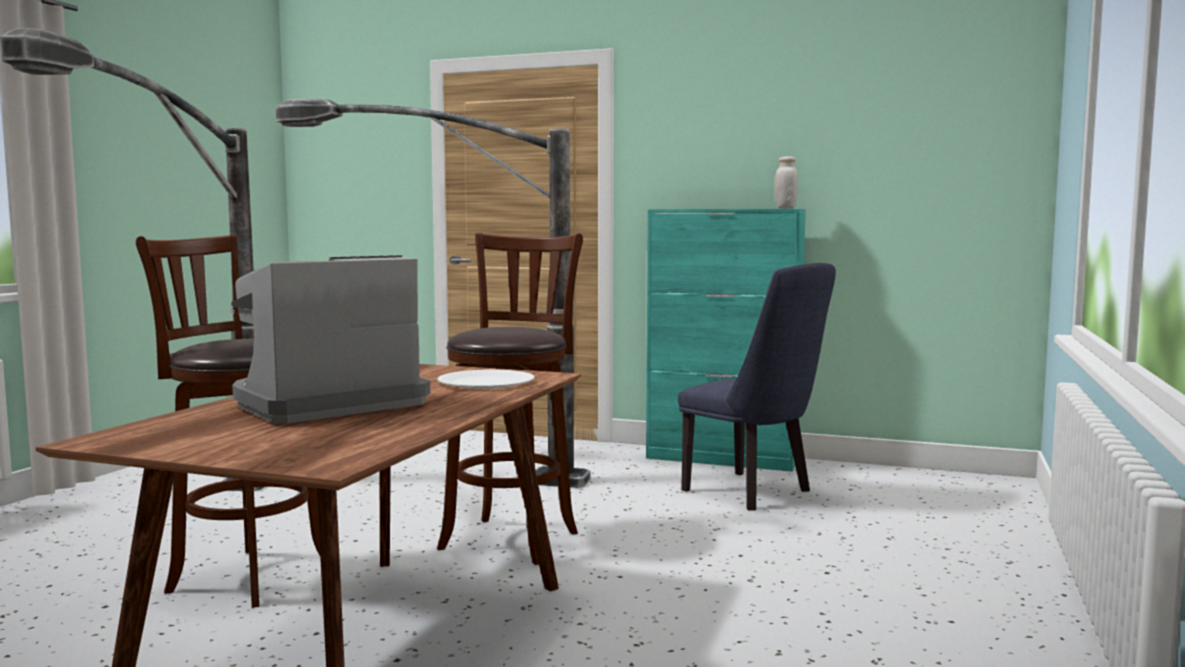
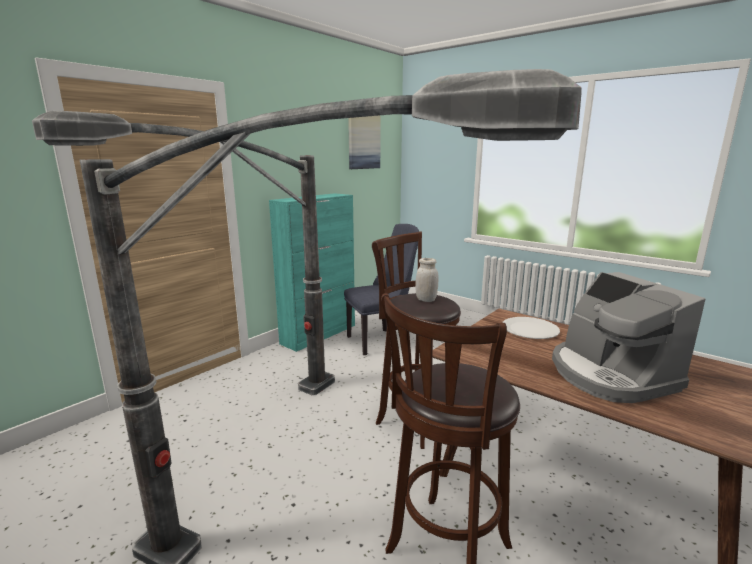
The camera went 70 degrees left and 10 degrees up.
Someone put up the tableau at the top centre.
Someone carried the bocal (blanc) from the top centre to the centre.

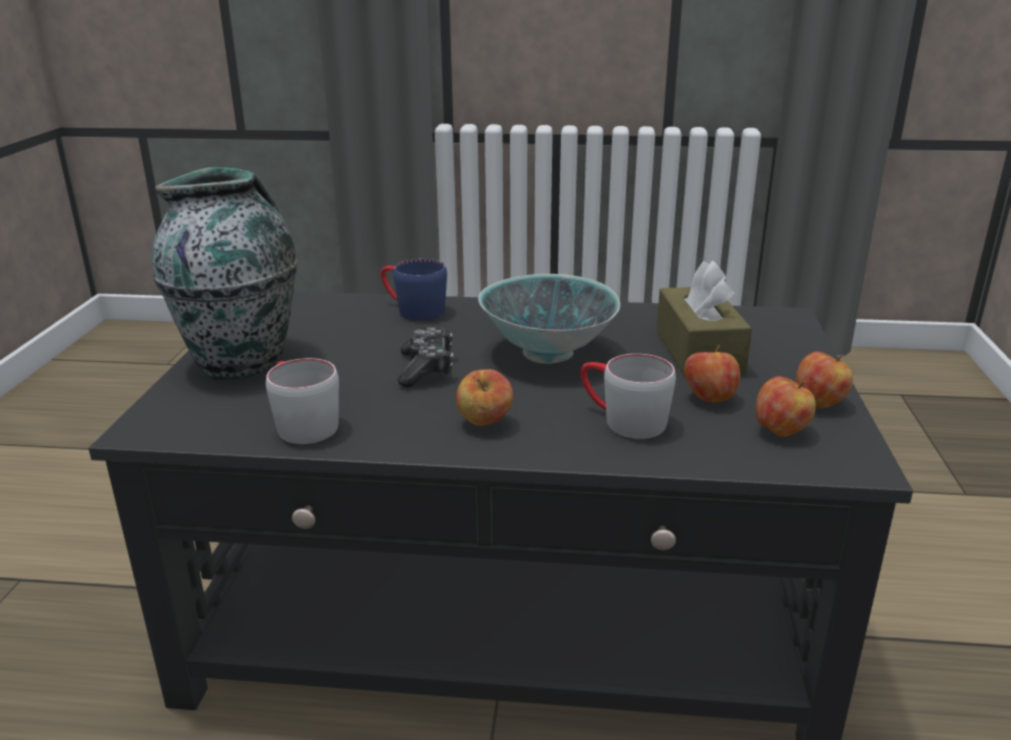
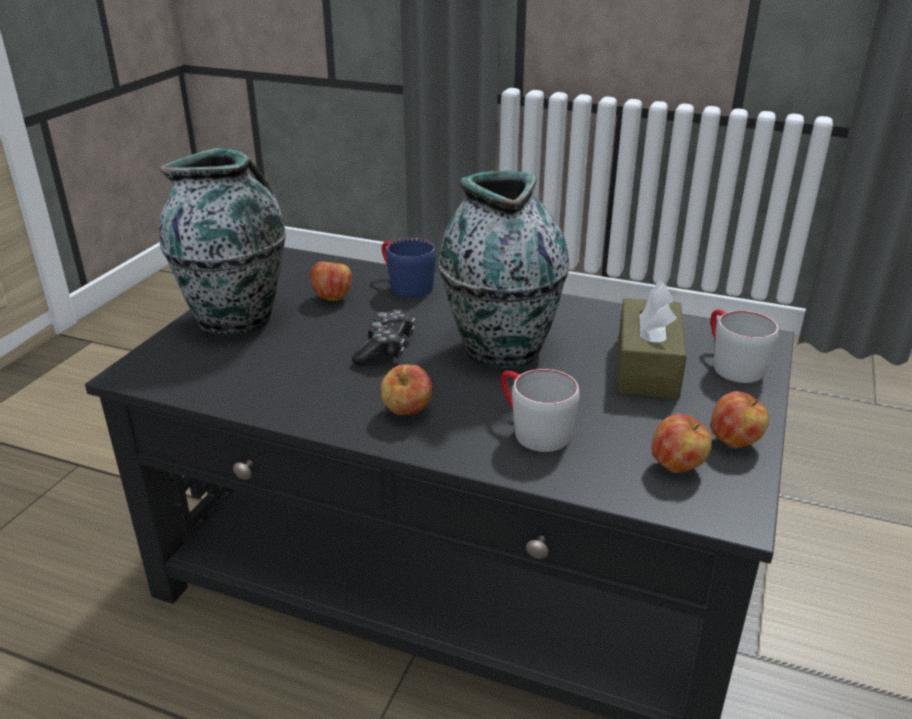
The camera went 15 degrees right and 5 degrees up.
Someone carried the mug (gris) (no. 1 from left in the first image) from the middle left to the middle right.
Someone carried the pomme (no. 2 from left in the first image) from the middle right to the centre.
Someone swapped the bol at the centre for the vase (no. 2 from left) at the centre.

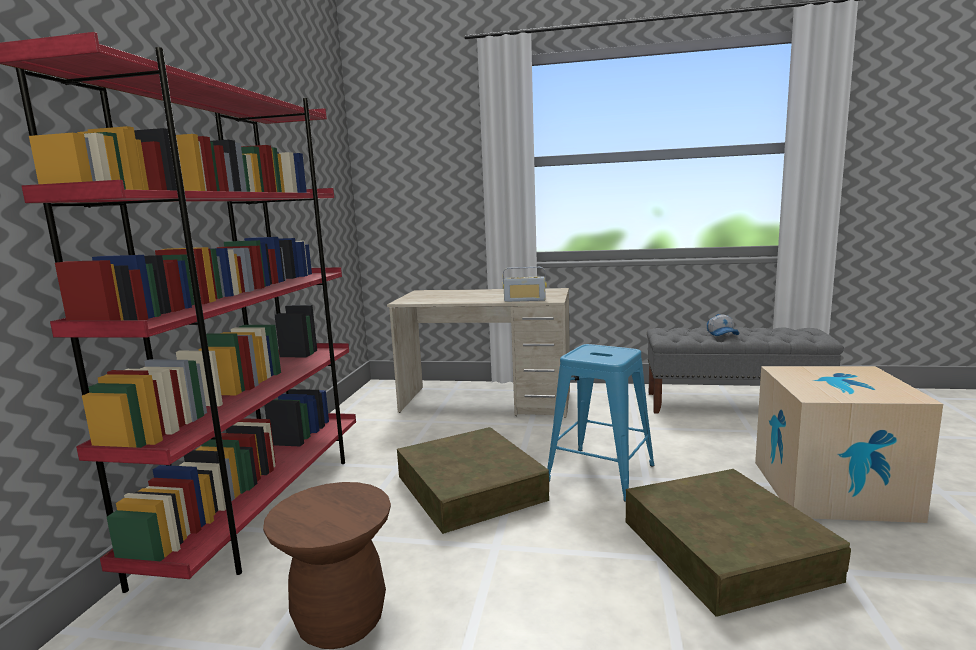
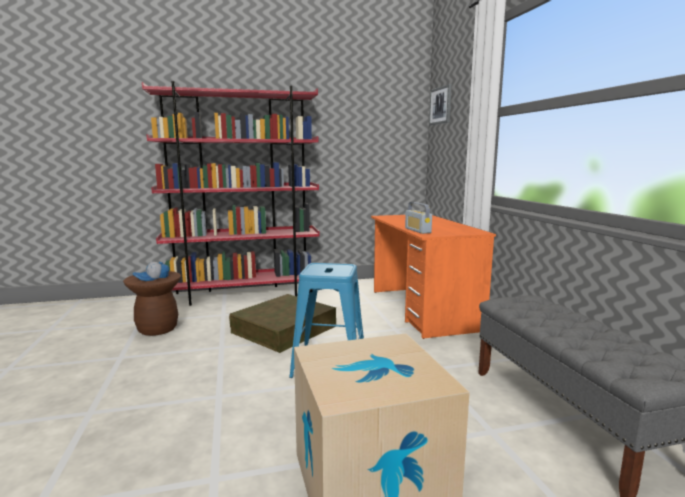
The camera went 65 degrees right and 0 degrees up.
Someone took away the boîte de rangement (marron) (no. 2 from left) at the bottom right.
Someone put up the tableau at the top centre.
Someone carried the casquette from the middle right to the middle left.
Someone repainted the bureau (beige) at the centre, which became the bureau (orange) at the centre.

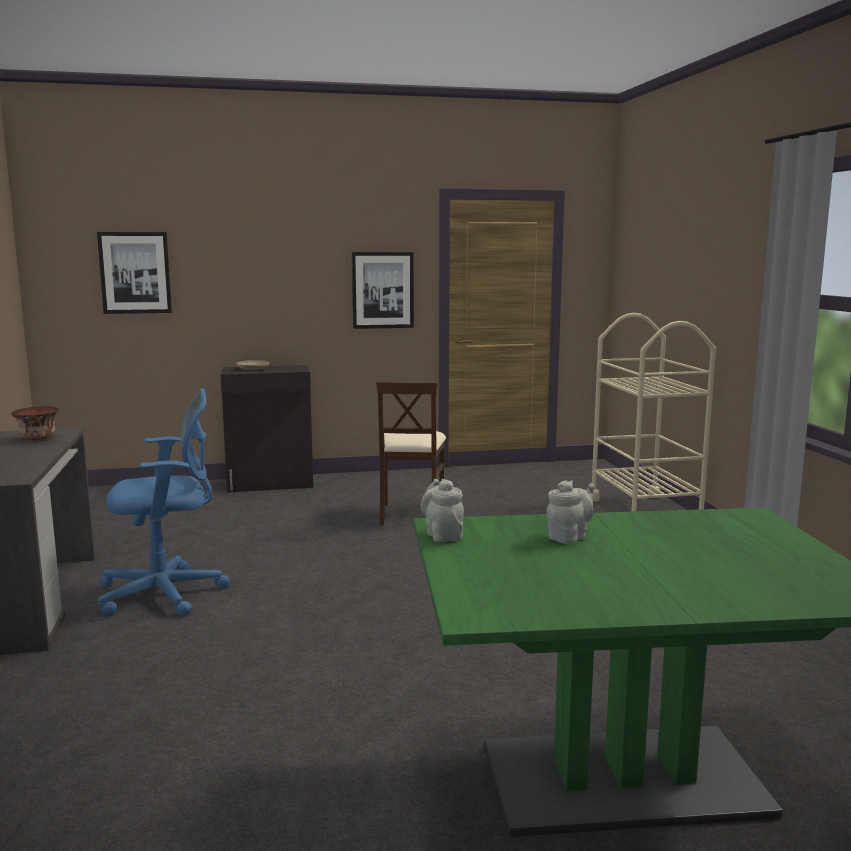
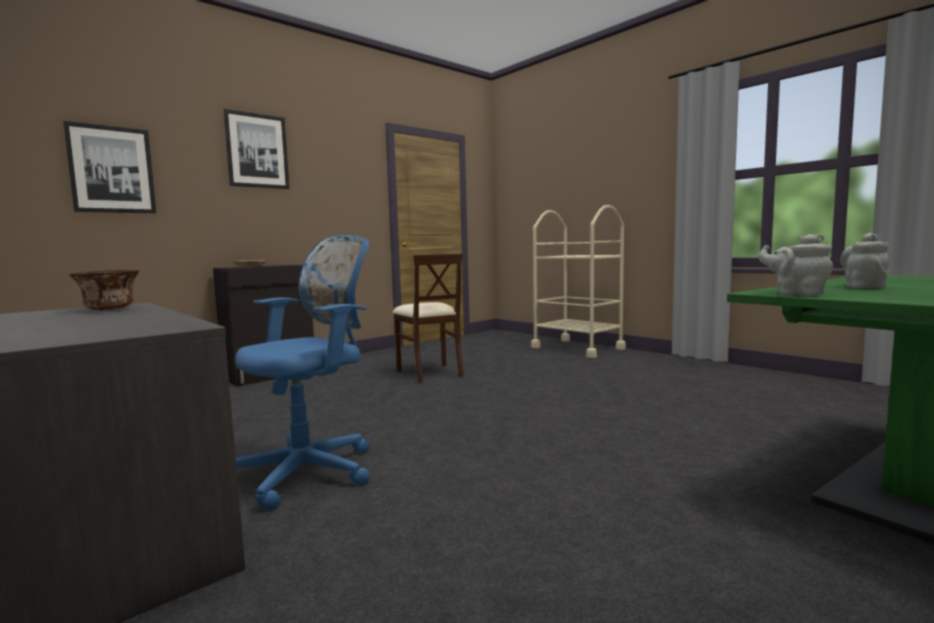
The camera went 30 degrees left and 5 degrees down.
Someone carried the tableau (no. 2 from left) from the centre to the top left.

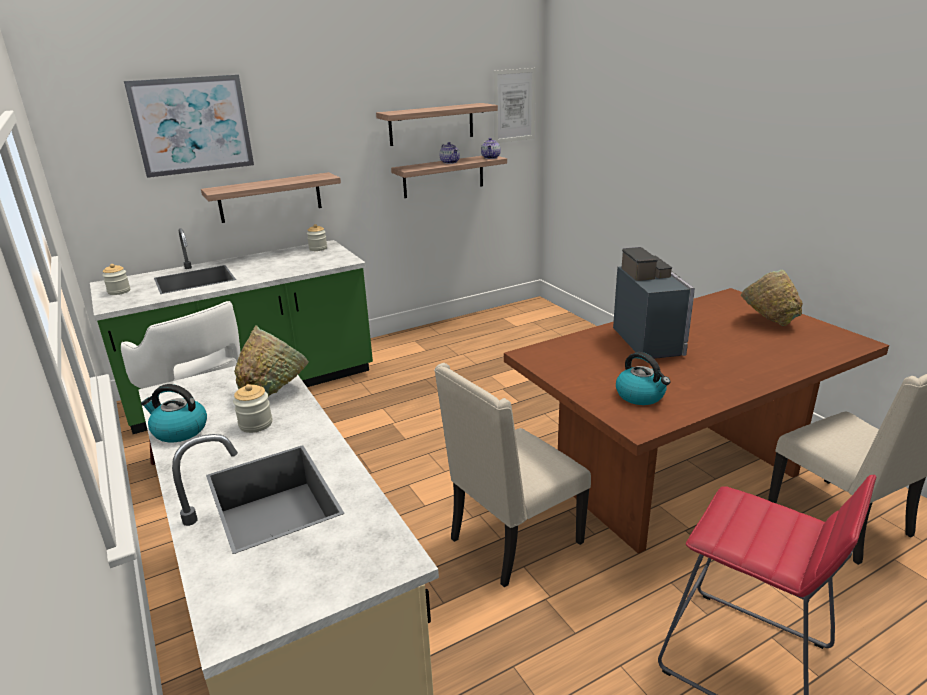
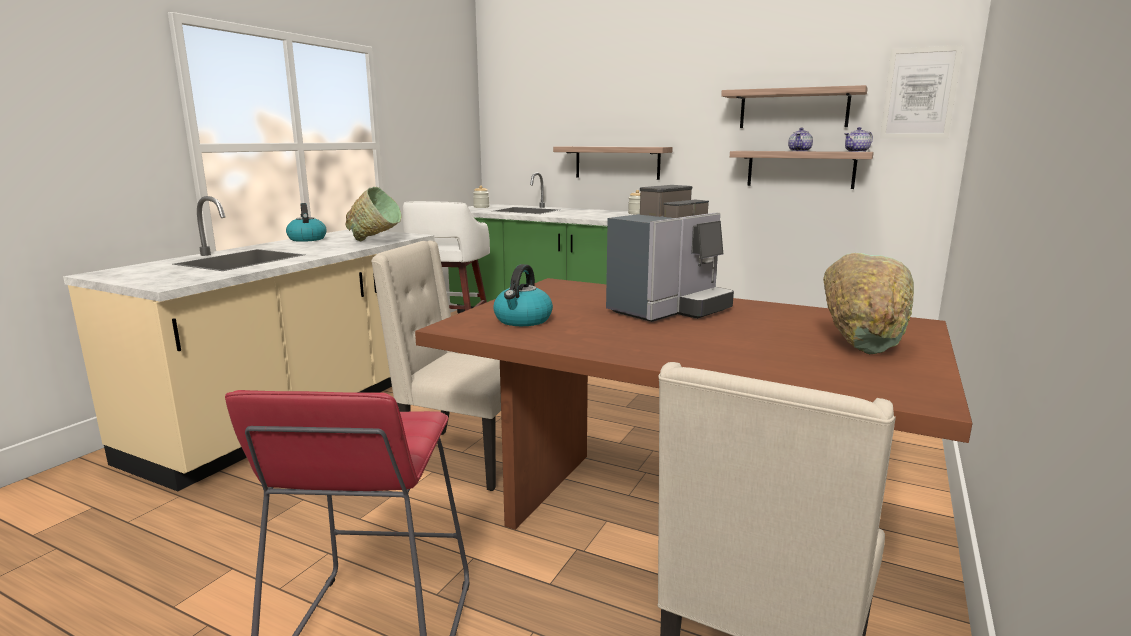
The camera went 55 degrees right and 10 degrees down.
Someone took away the tableau (no. 1 from left) at the top left.
Someone took away the bocal (no. 2 from left) at the middle left.

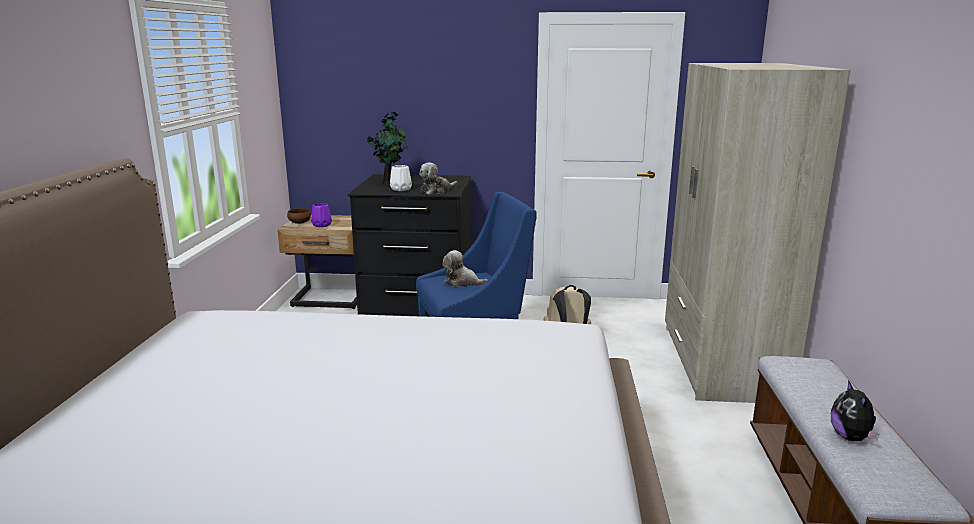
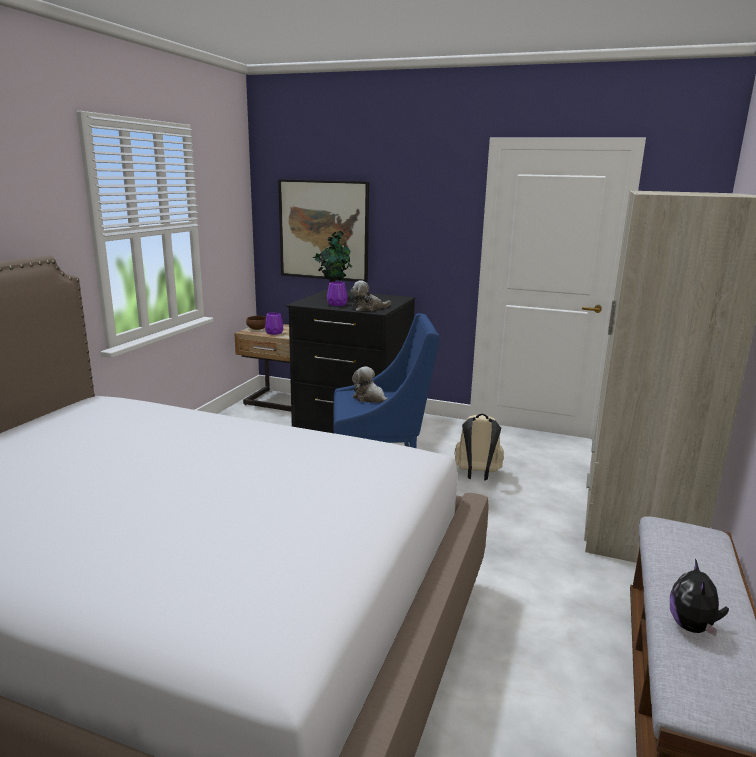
The camera went 15 degrees right and 0 degrees up.
Someone put up the tableau at the top centre.
Someone repainted the vase (blanc) at the centre, which became the vase (violet) (no. 2 from left) at the centre.

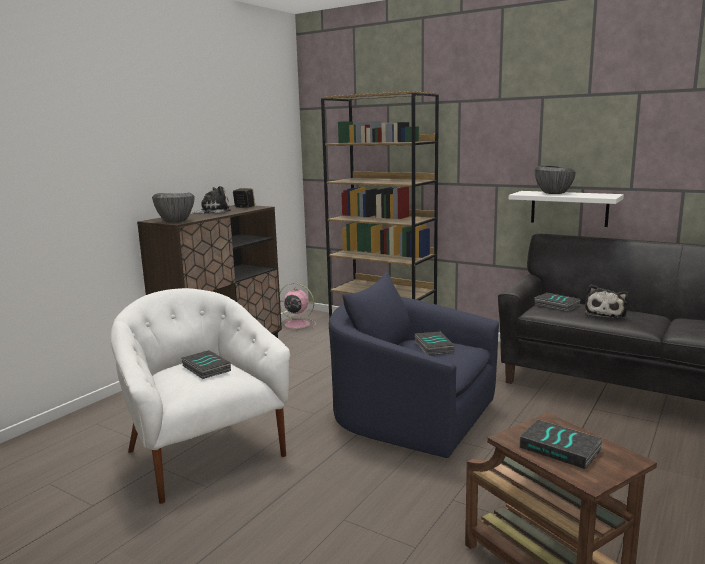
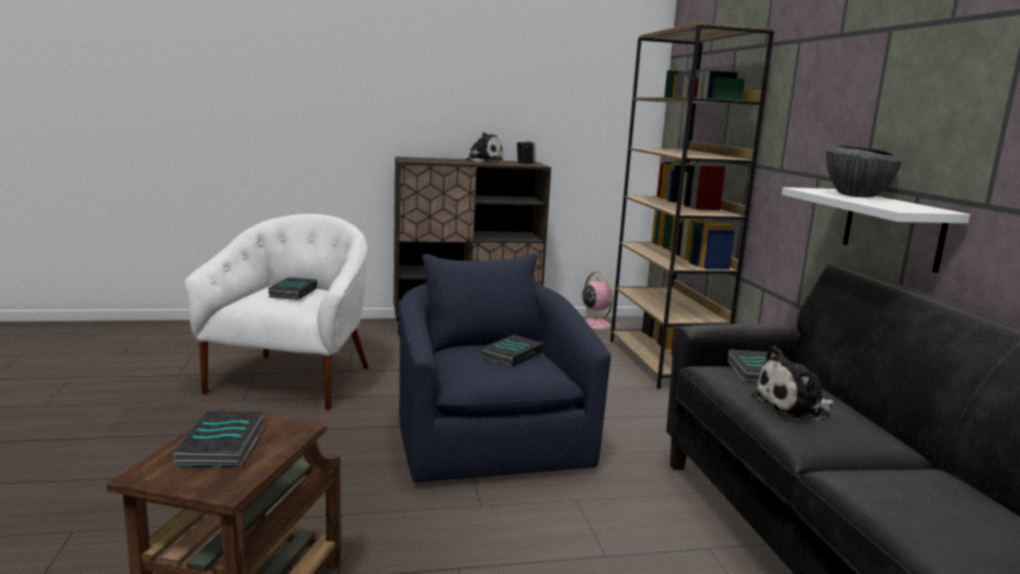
The camera went 45 degrees right and 0 degrees up.
Someone took away the bol (no. 1 from left) at the middle left.

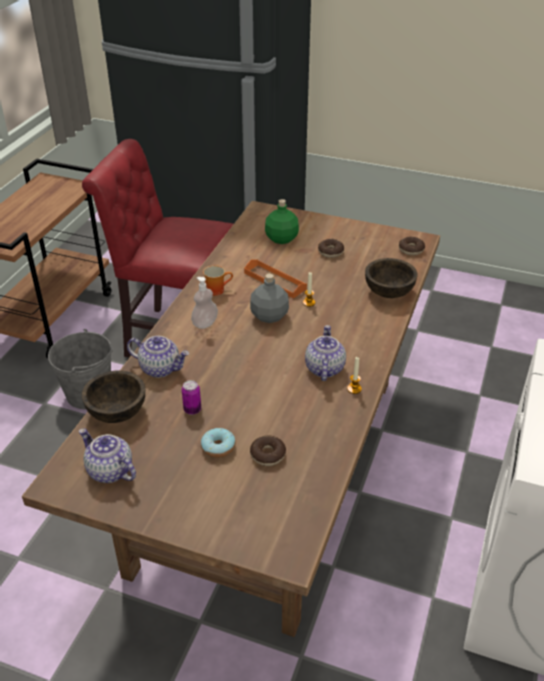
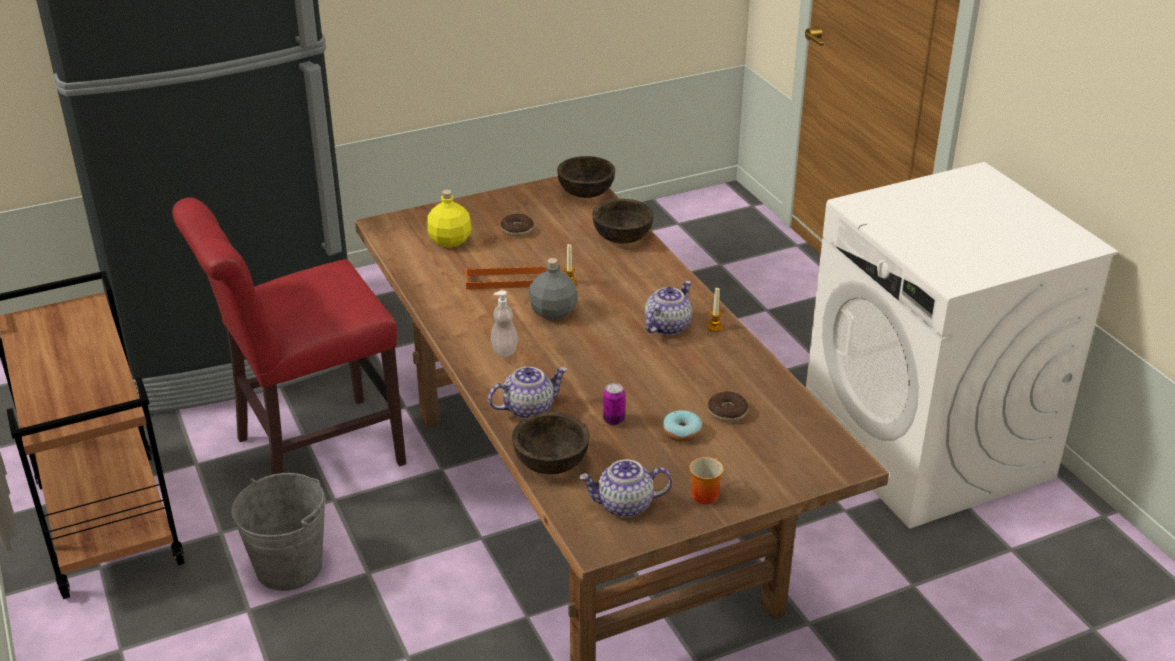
The camera went 45 degrees left and 5 degrees down.
Someone carried the mug from the centre to the bottom centre.
Someone swapped the beignet (no. 4 from left) at the middle right for the bol (marron) (no. 2 from left) at the top centre.
Someone repainted the bouteille (vert) at the top centre, which became the bouteille (jaune) at the top centre.
Someone rotated the théière (no. 3 from left) at the centre by 75 degrees clockwise.

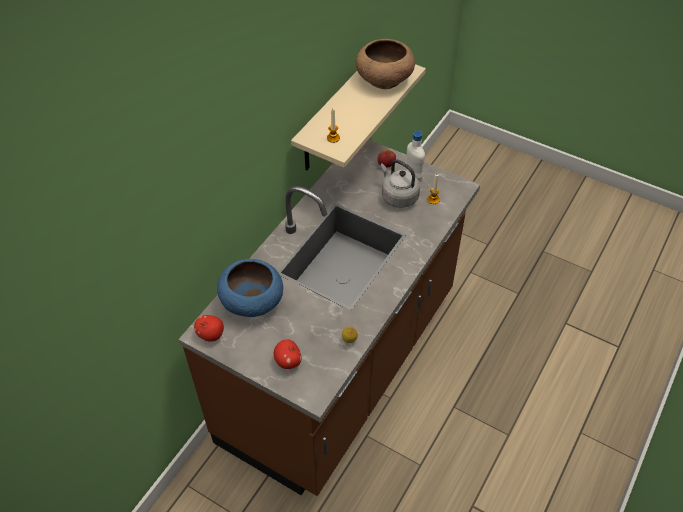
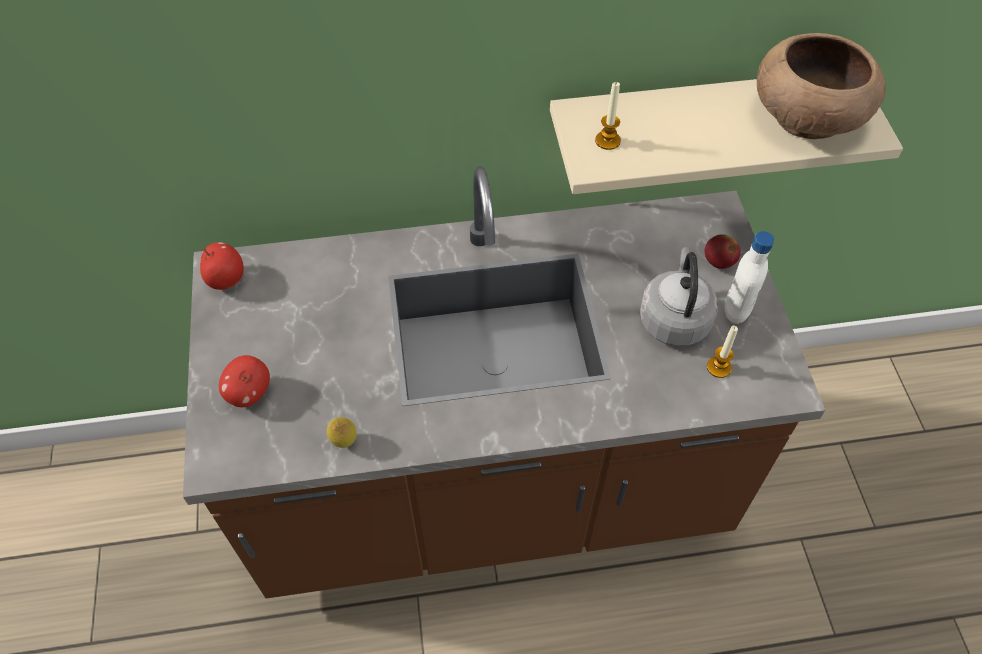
The camera went 50 degrees right and 5 degrees up.
Someone took away the bol (bleu) at the centre.

